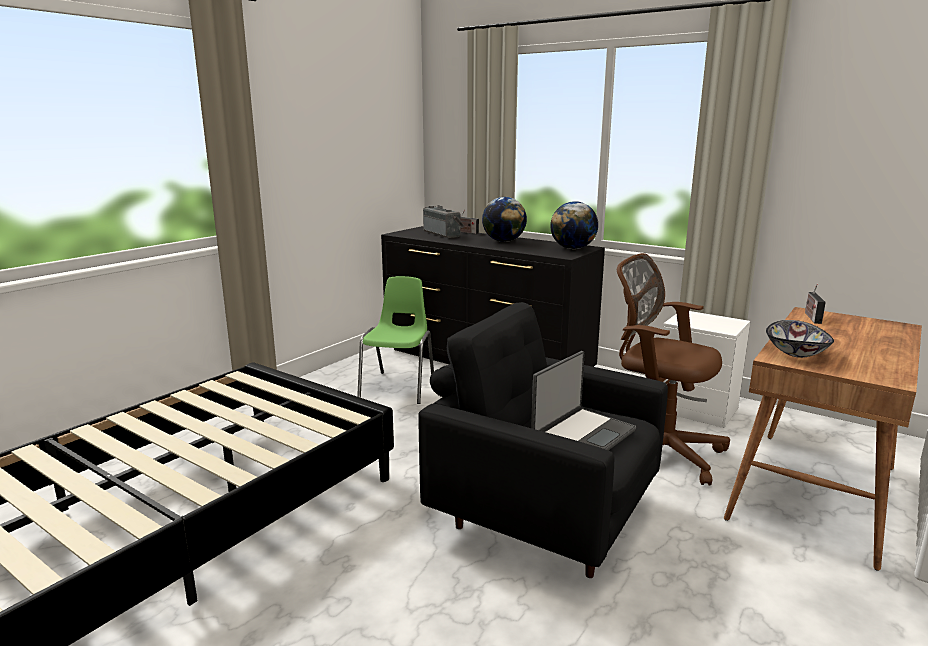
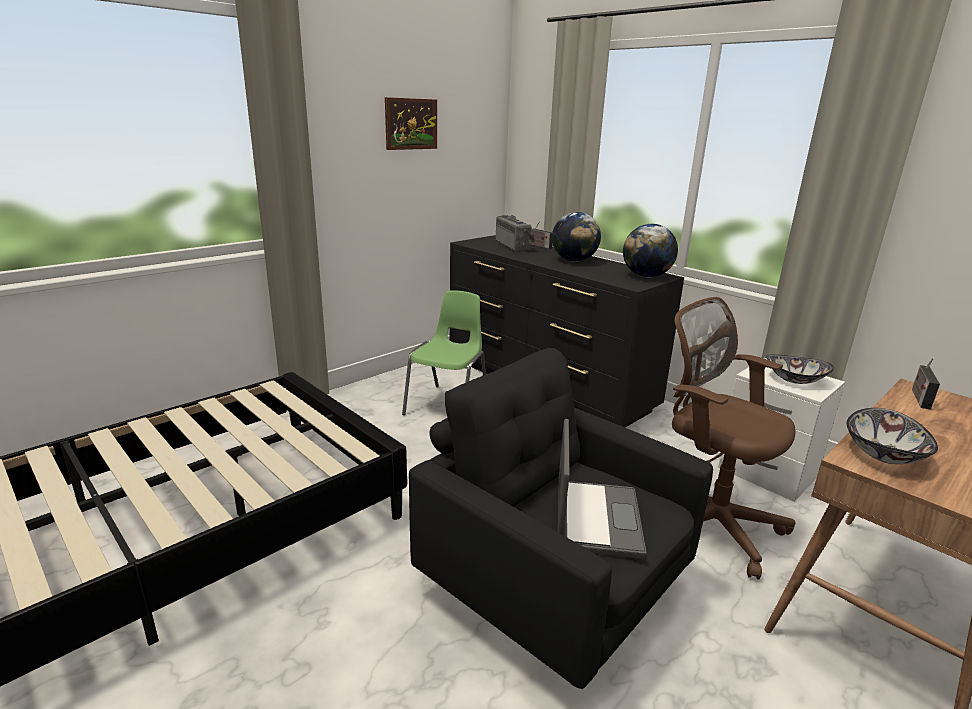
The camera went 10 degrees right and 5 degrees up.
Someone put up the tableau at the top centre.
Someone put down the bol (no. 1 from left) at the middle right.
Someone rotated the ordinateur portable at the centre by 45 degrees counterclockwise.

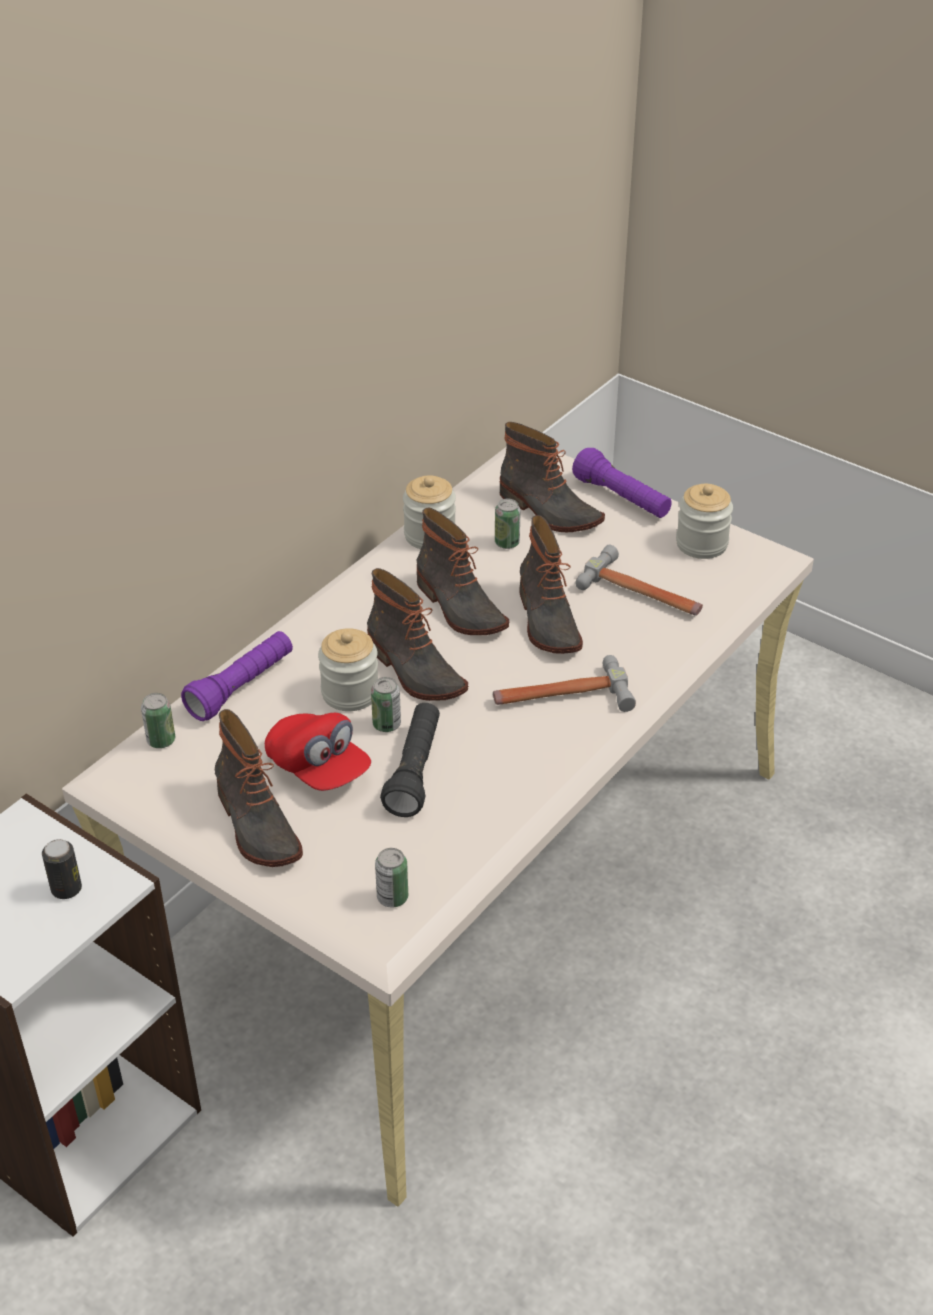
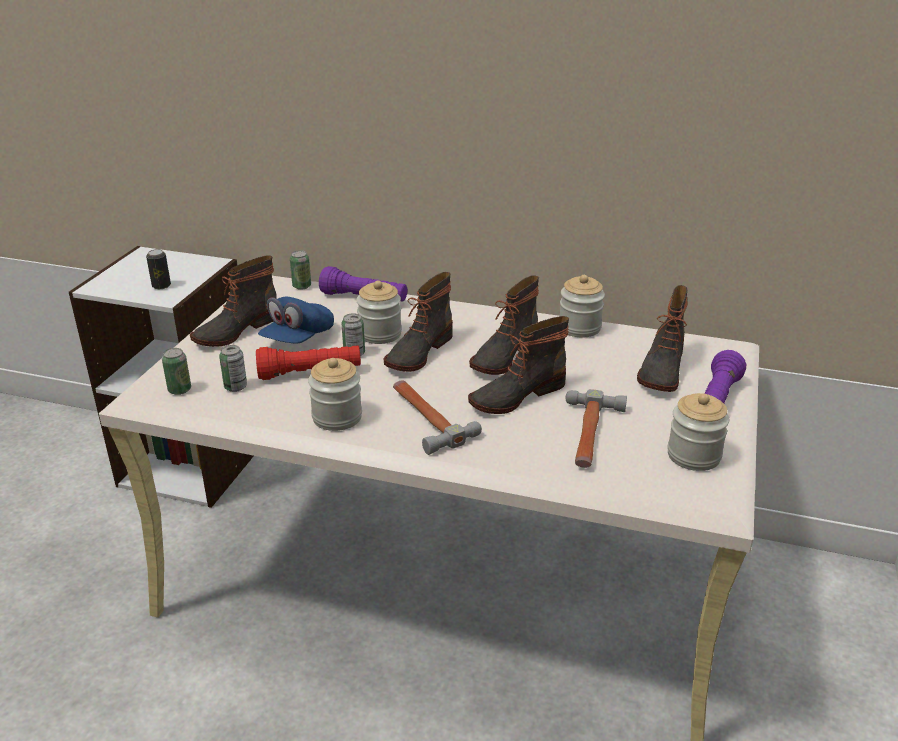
The camera went 70 degrees right and 10 degrees down.
Someone put down the bocal (no. 1 from left) at the centre.
Someone carried the boîte métallique (no. 5 from left in the first image) from the centre to the middle left.
Someone repainted the casquette (rouge) at the centre, which became the casquette (bleu) at the middle left.
Someone repainted the lampe de poche (noir) at the centre, which became the lampe de poche (rouge) at the centre.

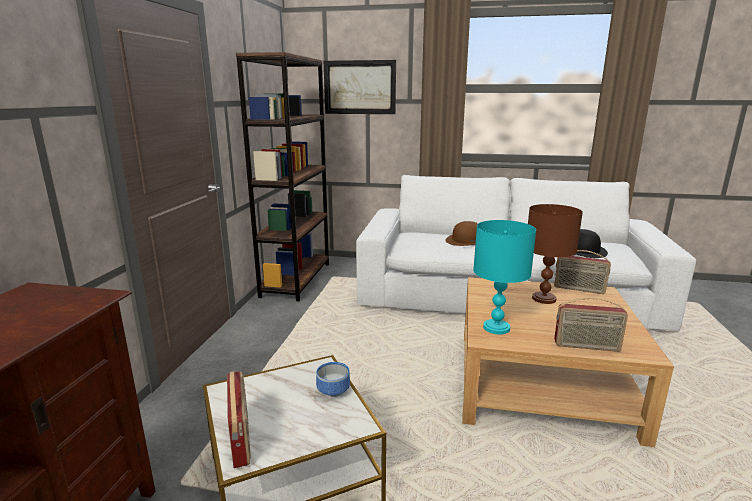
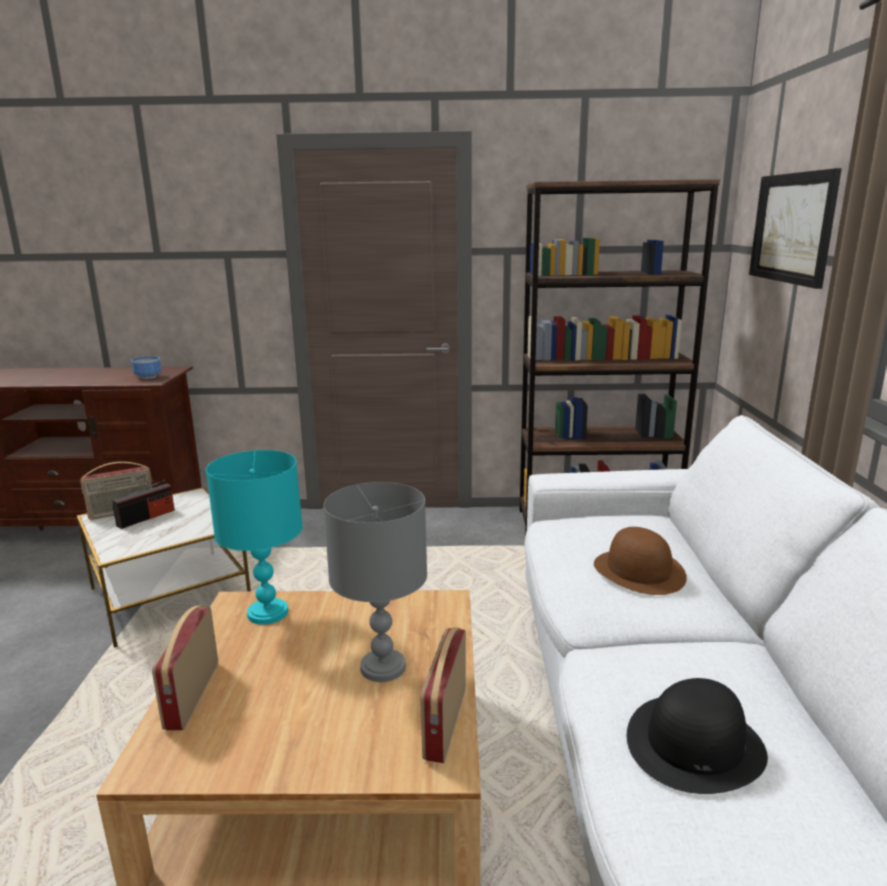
The camera went 80 degrees right and 0 degrees up.
Someone put down the radio (no. 2 from left) at the middle left.
Someone carried the bol from the bottom centre to the middle left.
Someone repainted the lampe de table (marron) at the middle right, which became the lampe de table (gris) at the centre.

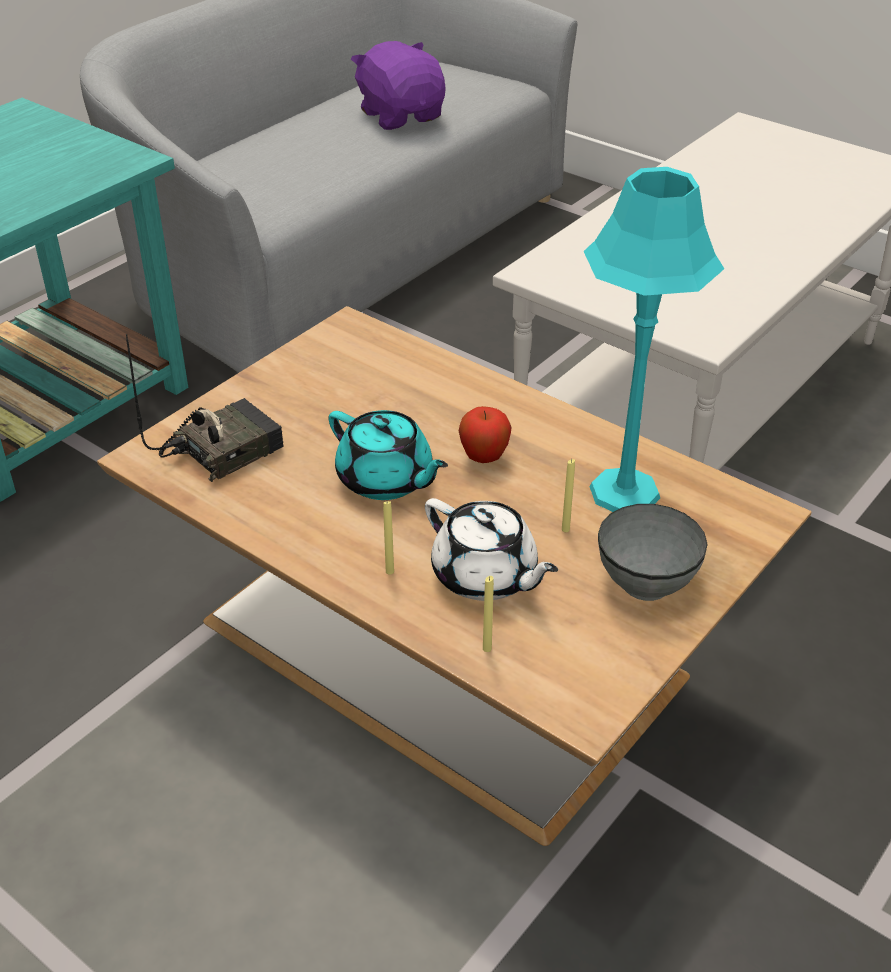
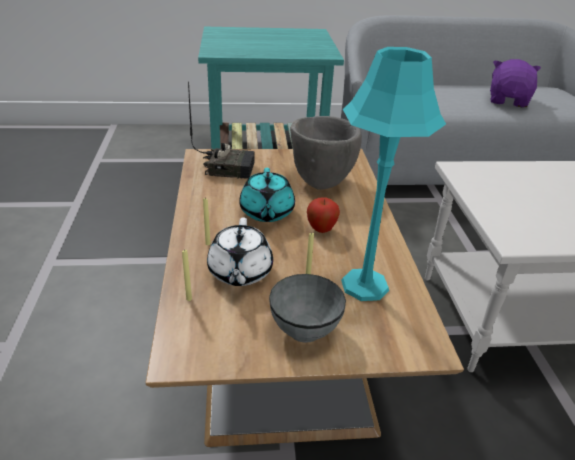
The camera went 45 degrees right and 5 degrees down.
Someone put down the bol (gris) (no. 2 from left) at the top centre.

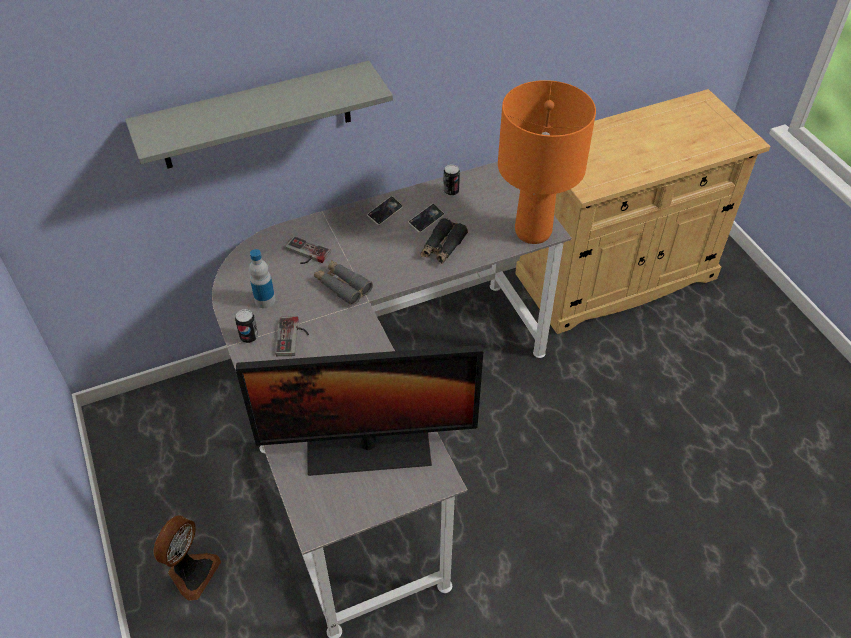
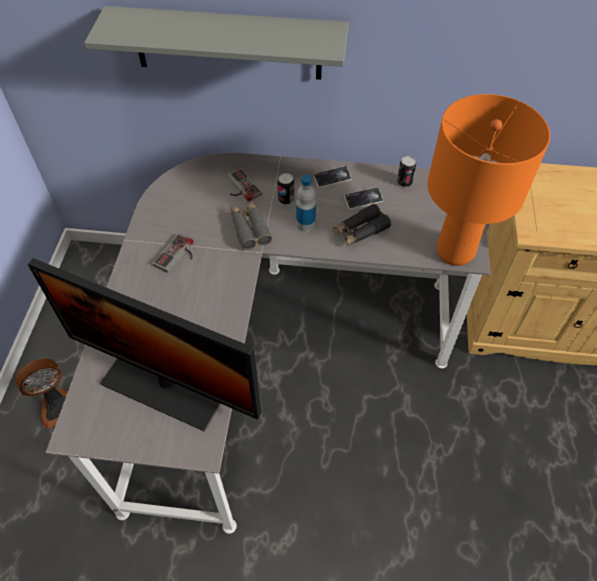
The camera went 30 degrees right and 5 degrees up.
Someone carried the boîte métallique (no. 1 from left) from the middle left to the top centre.
Someone carried the bouteille from the middle left to the centre.

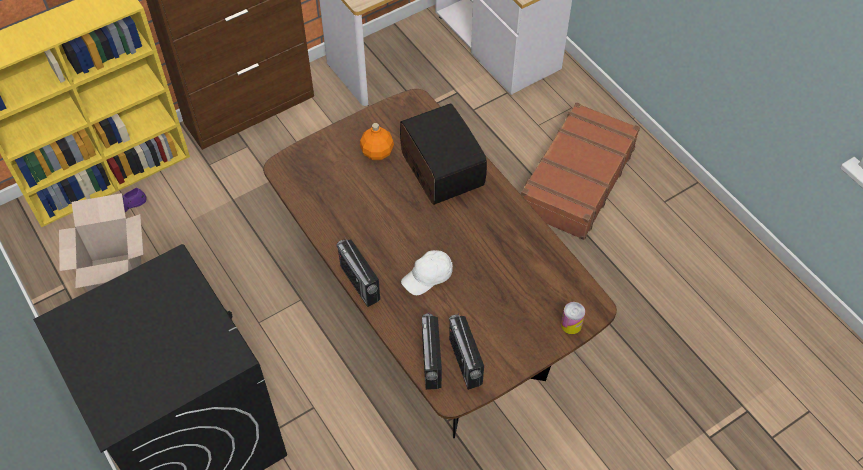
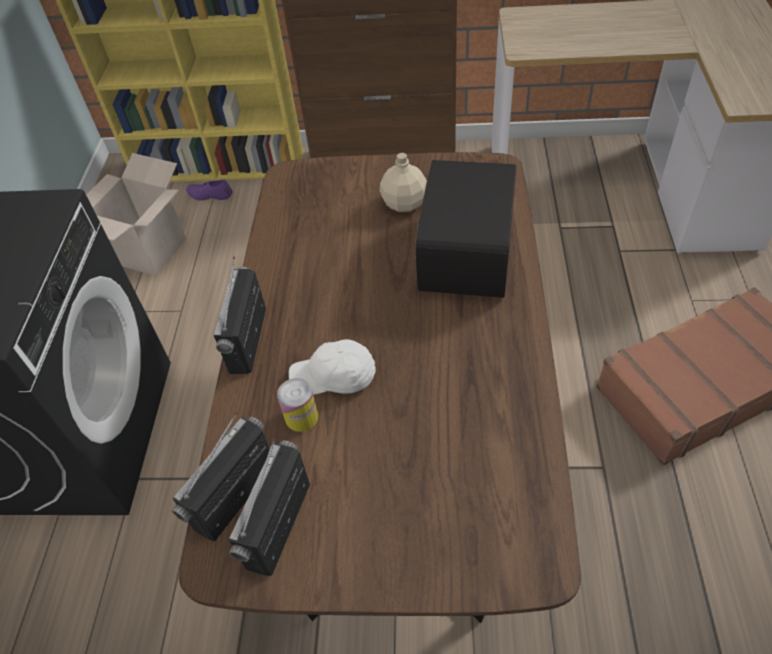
The camera went 40 degrees right and 5 degrees down.
Someone carried the boîte métallique from the bottom centre to the centre.
Someone repainted the bouteille (orange) at the top centre, which became the bouteille (beige) at the top centre.

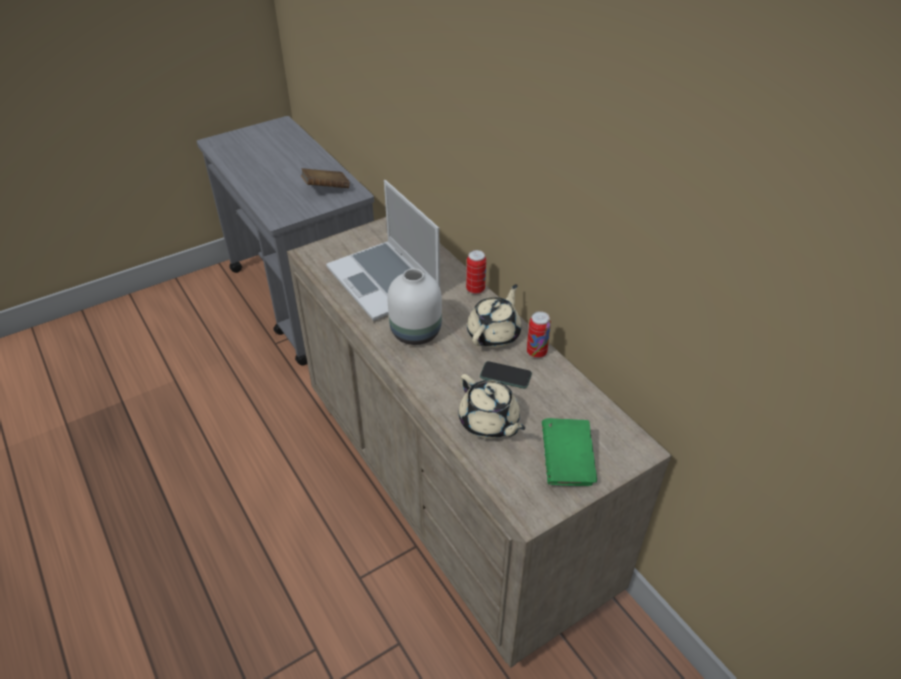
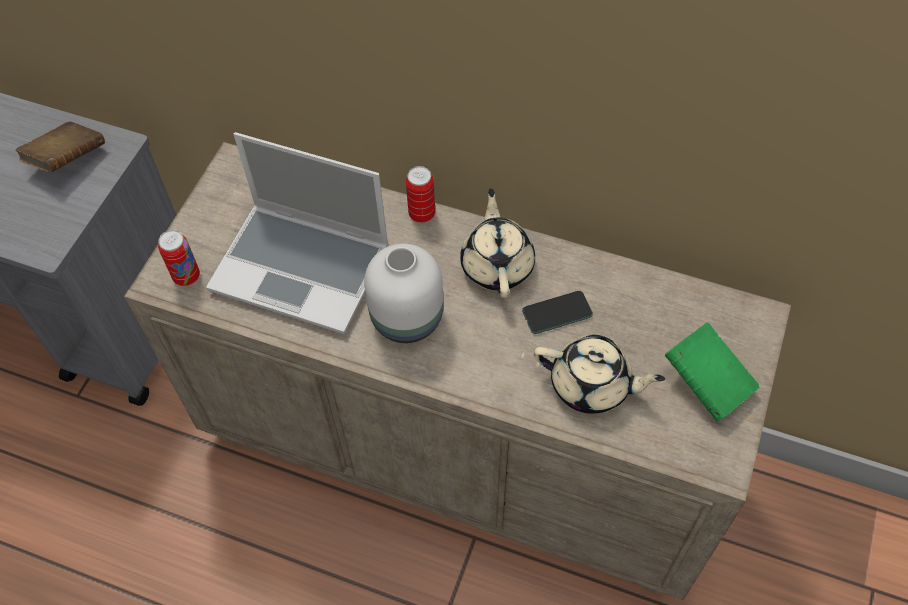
The camera went 35 degrees left and 15 degrees up.
Someone carried the boîte métallique (no. 2 from left in the first image) from the centre to the middle left.

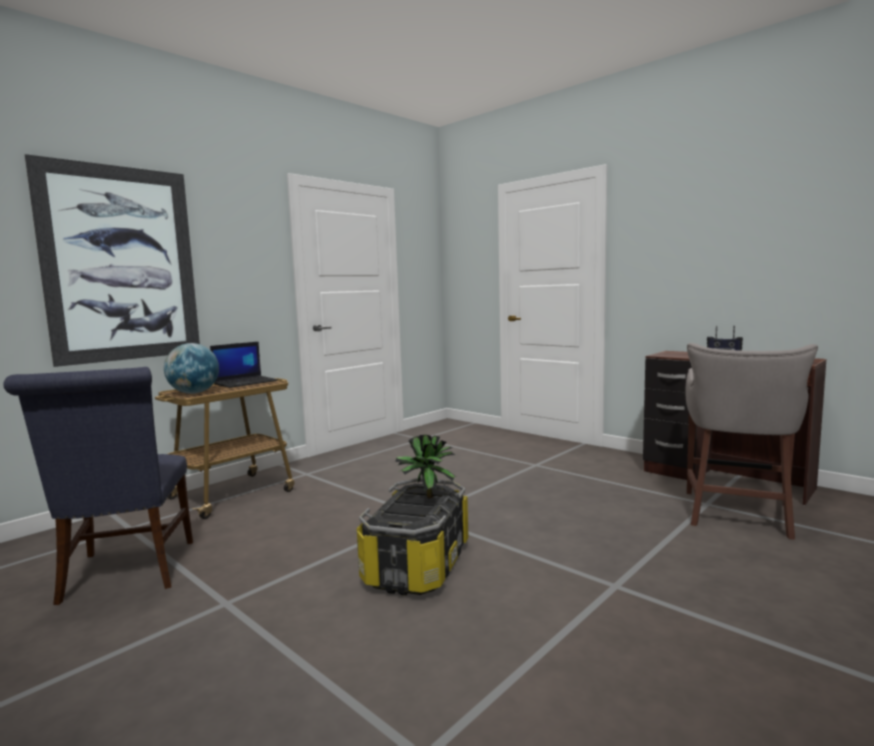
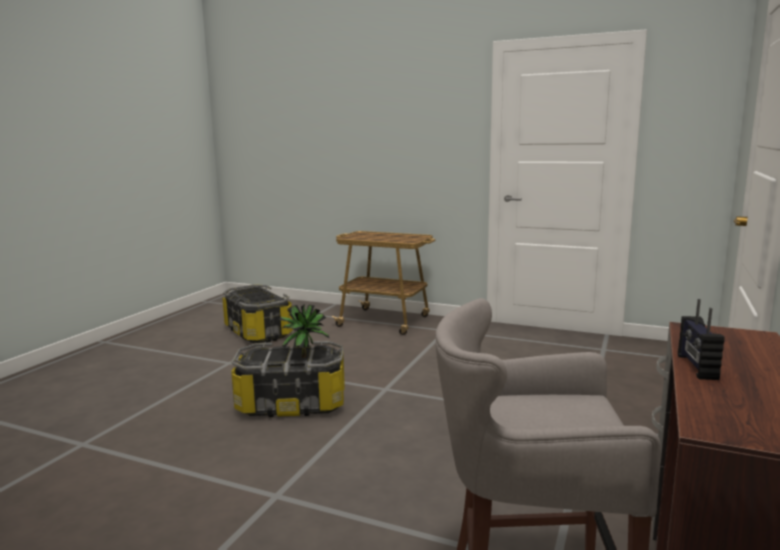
The camera went 70 degrees right and 5 degrees up.
Someone took away the tableau at the middle left.
Someone took away the globe at the middle left.
Someone took away the ordinateur portable at the middle left.
Someone swapped the chaise (bleu) at the middle left for the boîte de rangement (no. 1 from left) at the middle left.

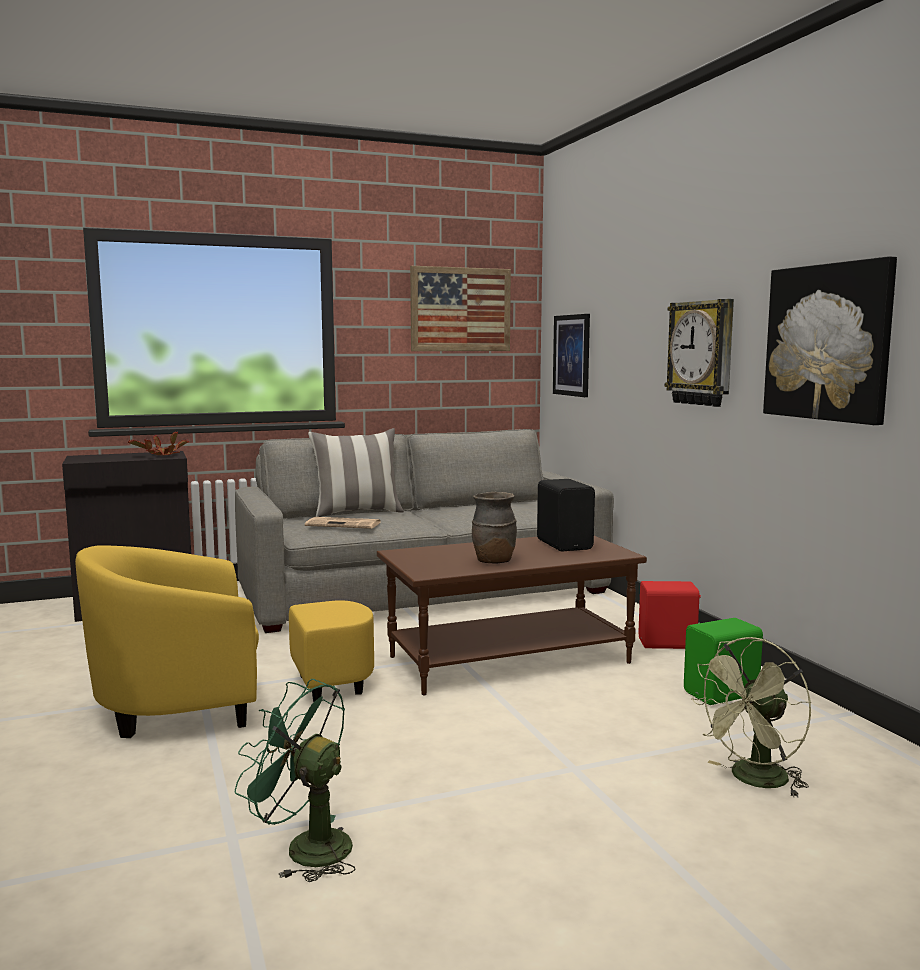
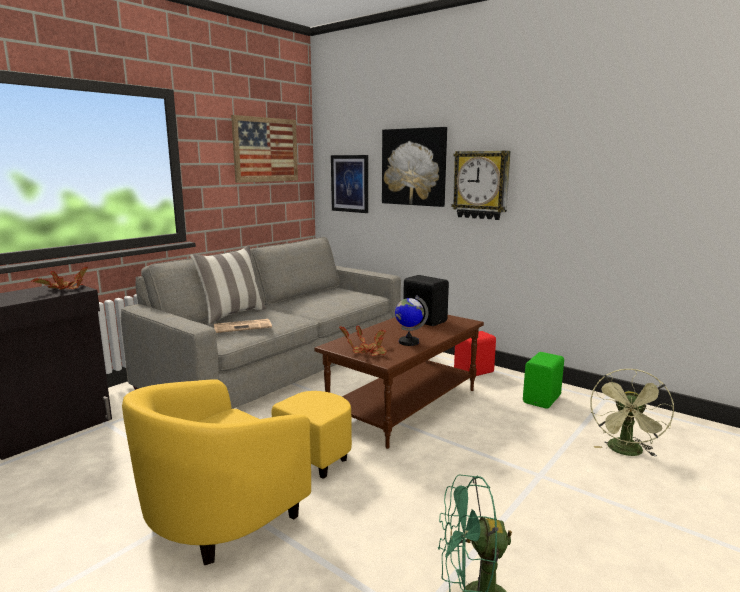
The camera went 30 degrees left and 5 degrees up.
Someone put down the plante en pot (no. 2 from left) at the centre.
Someone carried the tableau (no. 3 from left) from the middle right to the top centre.
Someone swapped the vase (marron) at the centre for the globe at the centre.

